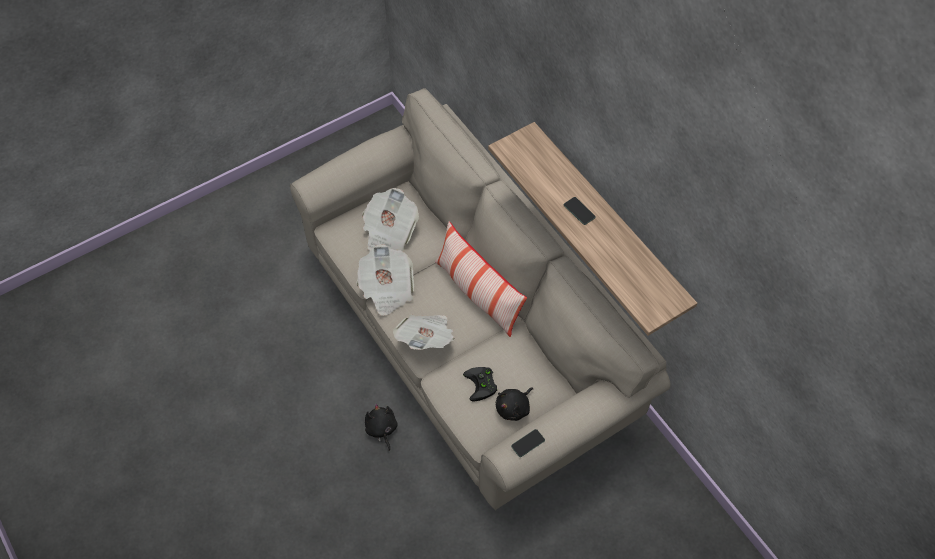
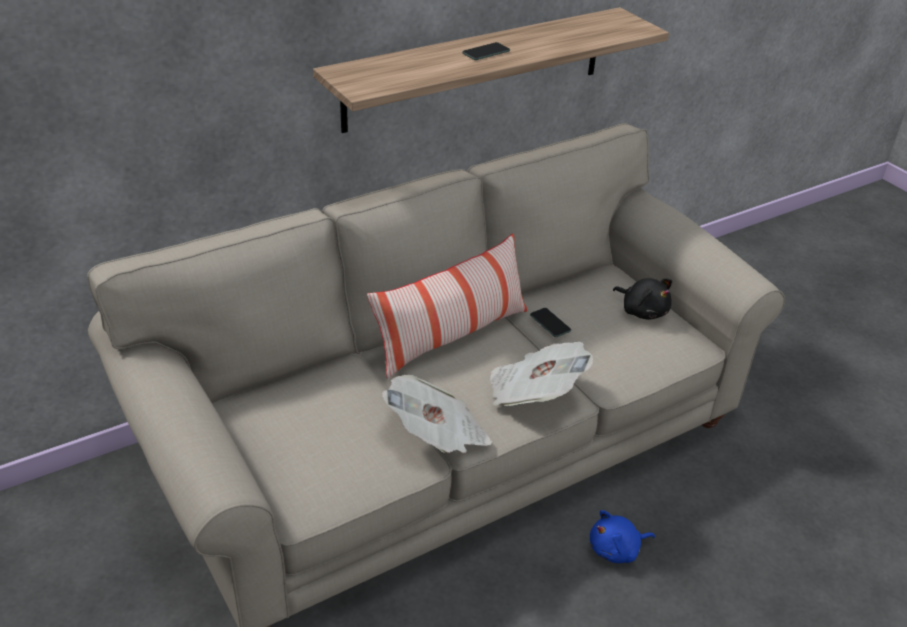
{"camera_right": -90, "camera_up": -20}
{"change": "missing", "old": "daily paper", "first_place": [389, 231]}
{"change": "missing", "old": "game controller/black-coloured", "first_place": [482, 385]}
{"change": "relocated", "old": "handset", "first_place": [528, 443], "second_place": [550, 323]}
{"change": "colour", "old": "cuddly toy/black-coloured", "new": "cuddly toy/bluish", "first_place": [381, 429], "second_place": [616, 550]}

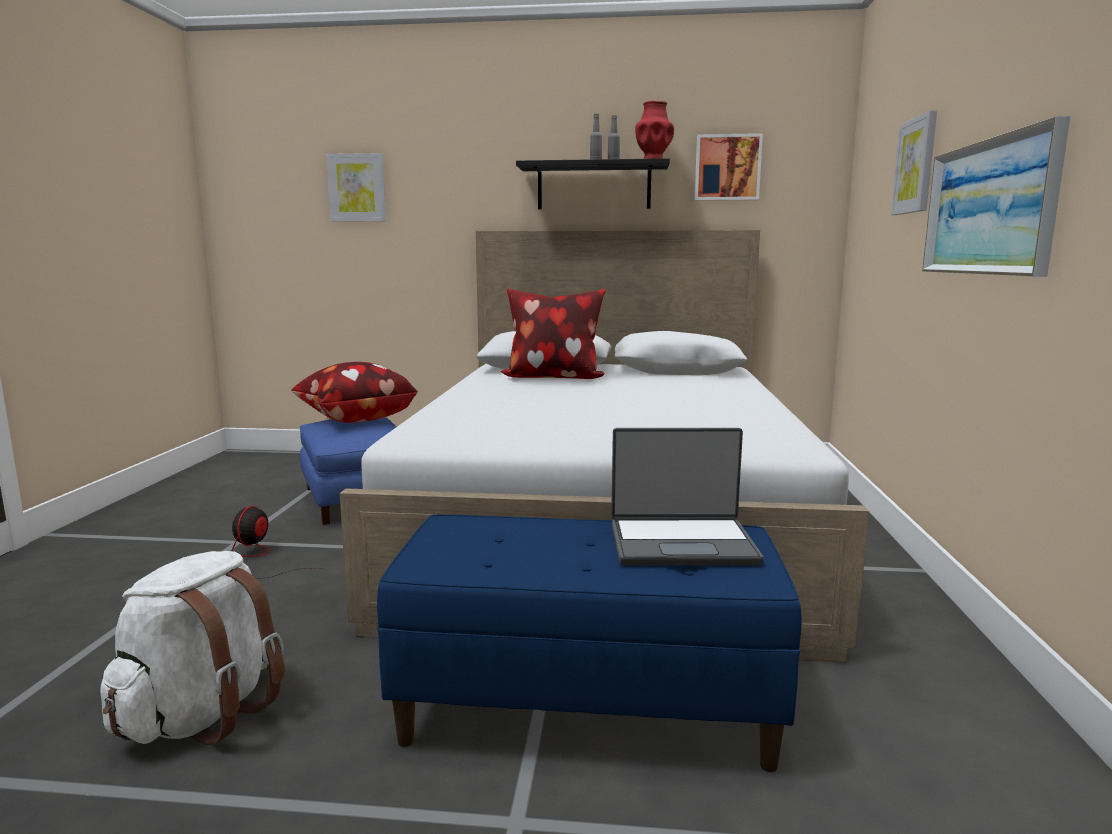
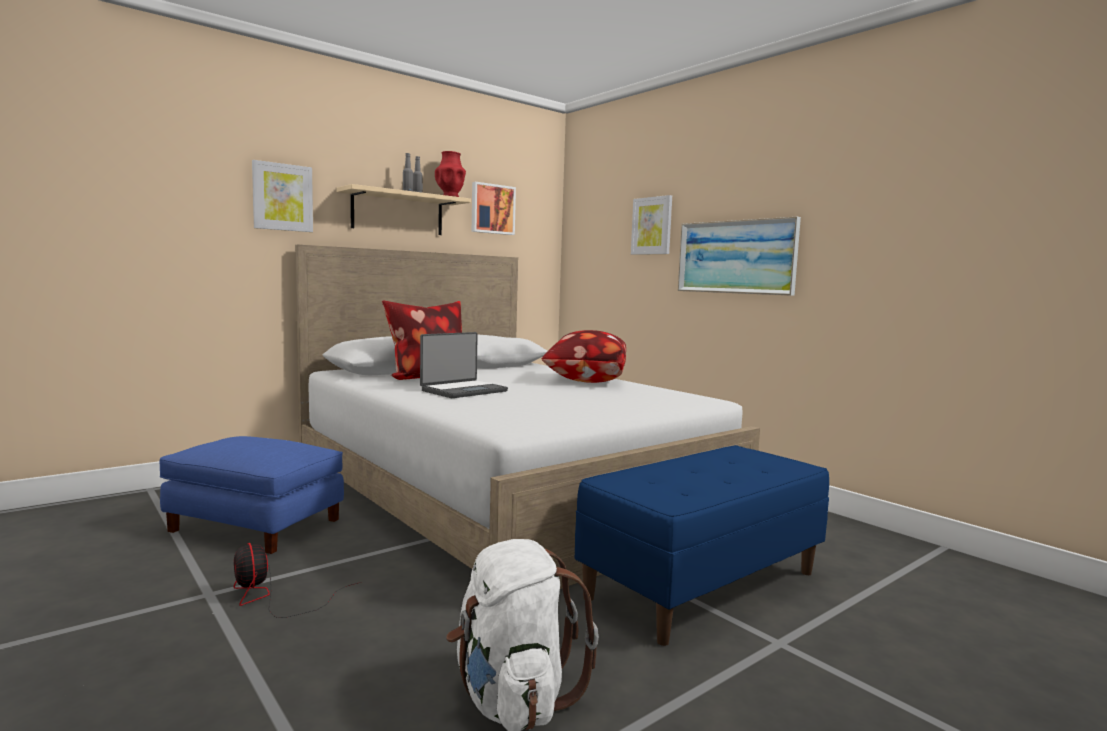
{"camera_right": -45, "camera_up": -5}
{"change": "relocated", "old": "cushion", "first_place": [355, 419], "second_place": [585, 381]}
{"change": "relocated", "old": "picture", "first_place": [357, 188], "second_place": [282, 197]}
{"change": "relocated", "old": "laptop", "first_place": [681, 543], "second_place": [463, 391]}
{"change": "colour", "old": "bracket shelf/black-coloured", "new": "bracket shelf/beige", "first_place": [594, 187], "second_place": [397, 213]}

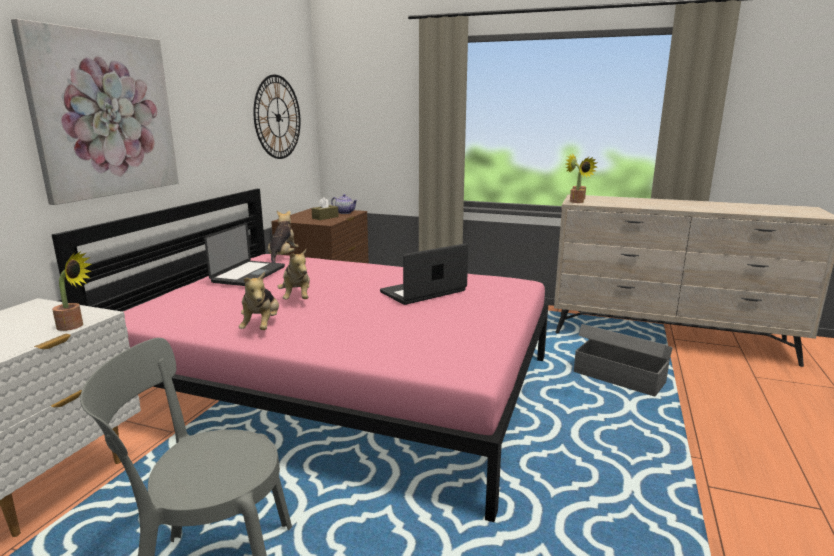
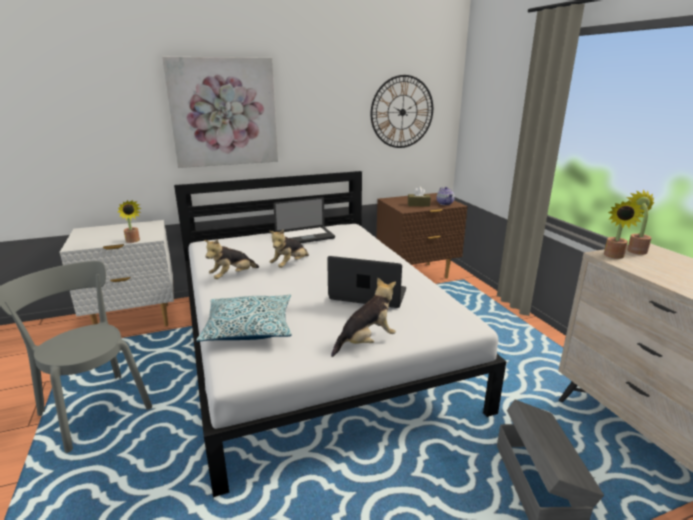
{"camera_right": 50, "camera_up": 5}
{"change": "appeared", "new": "cushion", "second_place": [249, 328]}
{"change": "relocated", "old": "cuddly toy", "first_place": [283, 257], "second_place": [366, 342]}
{"change": "colour", "old": "sleeping bed/pinkish", "new": "sleeping bed/white-coloured", "first_place": [343, 385], "second_place": [313, 344]}

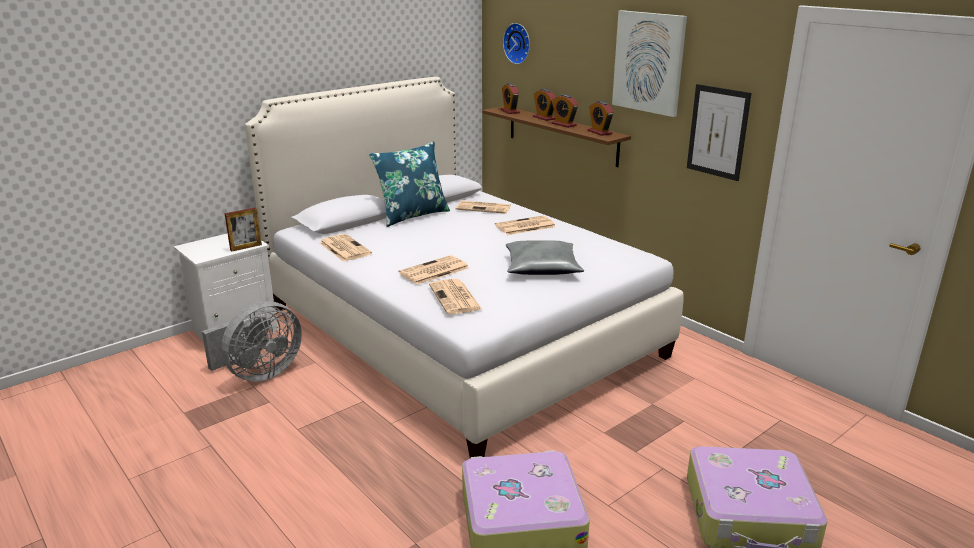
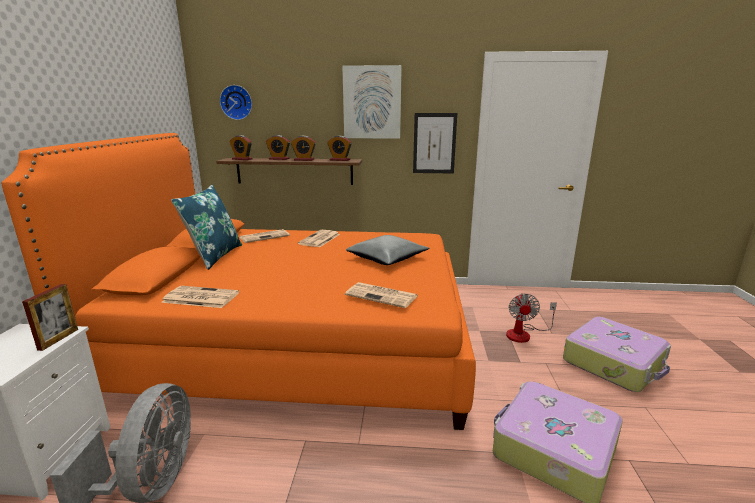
{"camera_right": -45, "camera_up": -5}
{"change": "missing", "old": "daily paper", "first_place": [433, 271]}
{"change": "appeared", "new": "fan", "second_place": [524, 334]}
{"change": "colour", "old": "sleeping bed/white-coloured", "new": "sleeping bed/orange-coloured", "first_place": [459, 331], "second_place": [297, 343]}

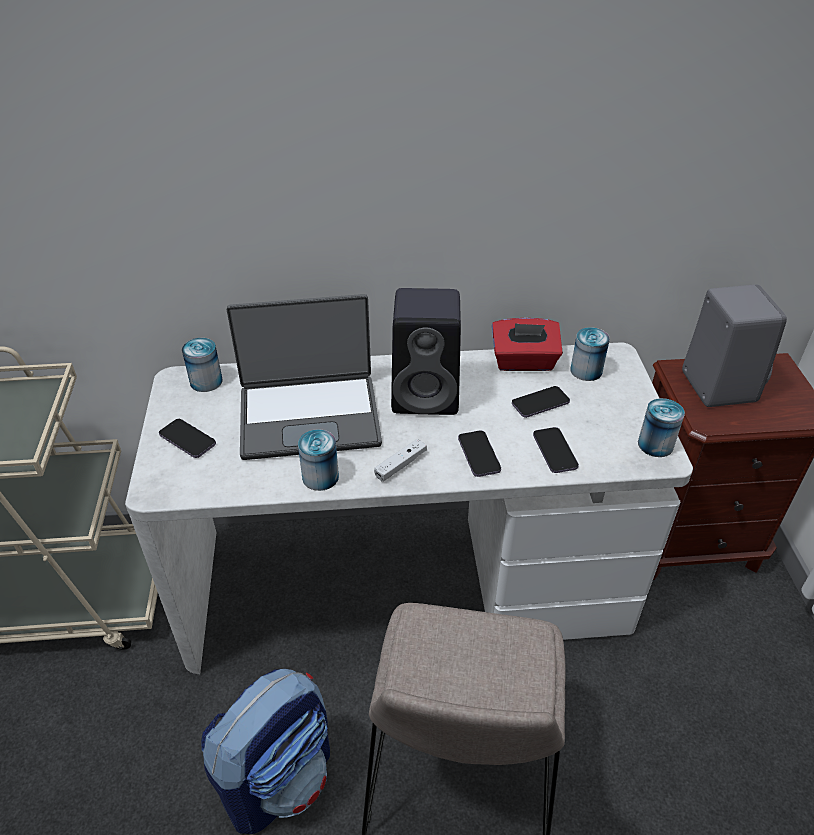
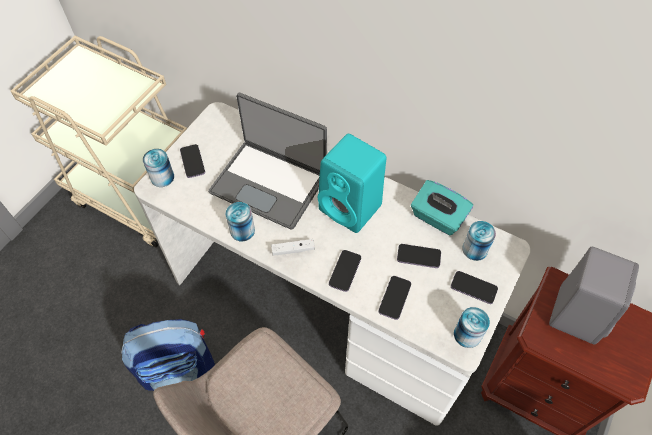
{"camera_right": 35, "camera_up": 15}
{"change": "appeared", "new": "handset", "second_place": [473, 288]}
{"change": "relocated", "old": "can", "first_place": [206, 381], "second_place": [162, 177]}
{"change": "colour", "old": "speaker/black-coloured", "new": "speaker/turquoise", "first_place": [428, 395], "second_place": [352, 208]}
{"change": "colour", "old": "tissue holder/red", "new": "tissue holder/turquoise", "first_place": [524, 362], "second_place": [437, 218]}

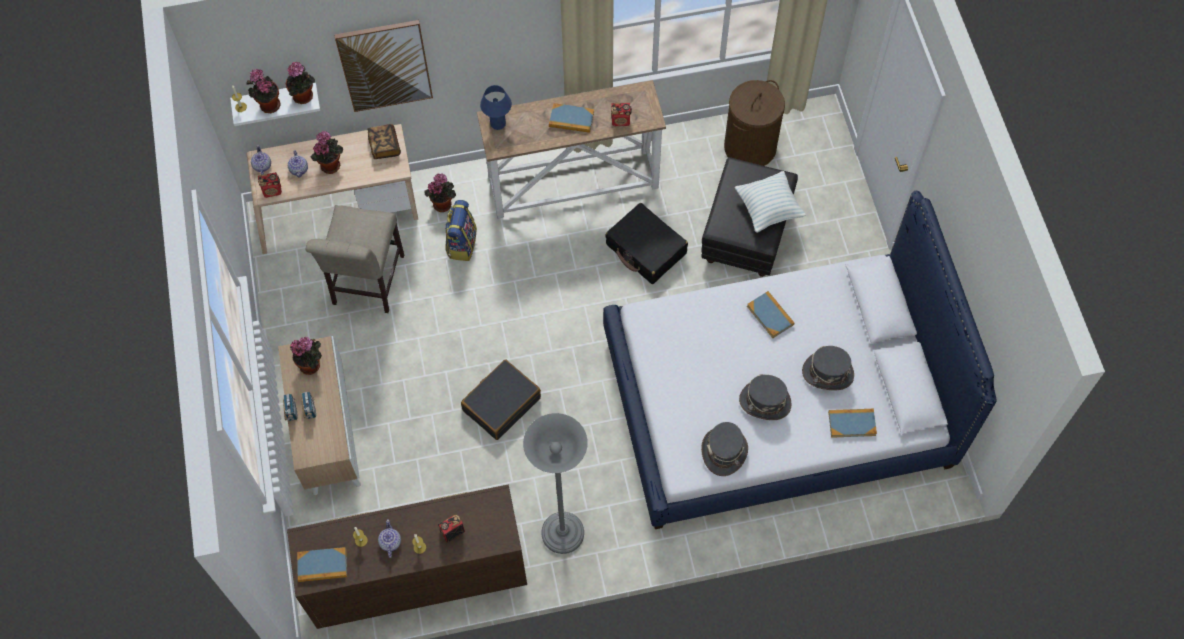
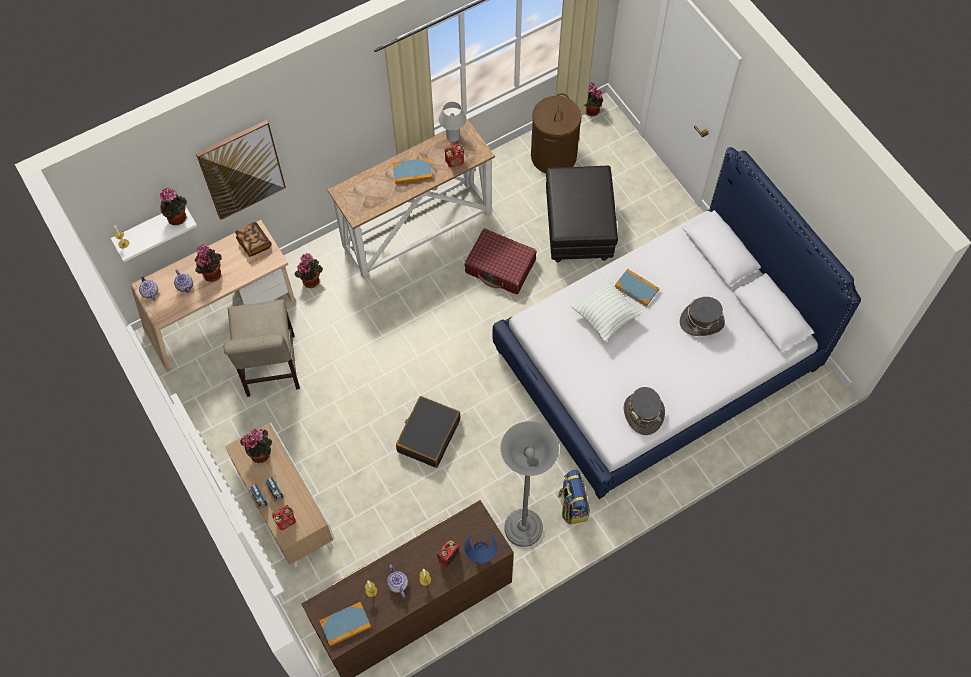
{"camera_right": -20, "camera_up": 0}
{"change": "missing", "old": "wearable hat/greyish", "first_place": [765, 402]}
{"change": "missing", "old": "bound book", "first_place": [851, 423]}
{"change": "appeared", "new": "lamp for a table/white-coloured", "second_place": [453, 137]}
{"change": "relocated", "old": "houseplant", "first_place": [268, 104], "second_place": [590, 110]}
{"change": "relocated", "old": "radio set", "first_place": [272, 191], "second_place": [286, 521]}
{"change": "relocated", "old": "rucksack", "first_place": [461, 243], "second_place": [572, 505]}
{"change": "relocated", "old": "lamp for a table/bluish", "first_place": [498, 124], "second_place": [481, 557]}
{"change": "relocated", "old": "cushion", "first_place": [768, 209], "second_place": [605, 316]}
{"change": "colour", "old": "travel case/black-coloured", "new": "travel case/red", "first_place": [646, 249], "second_place": [500, 267]}

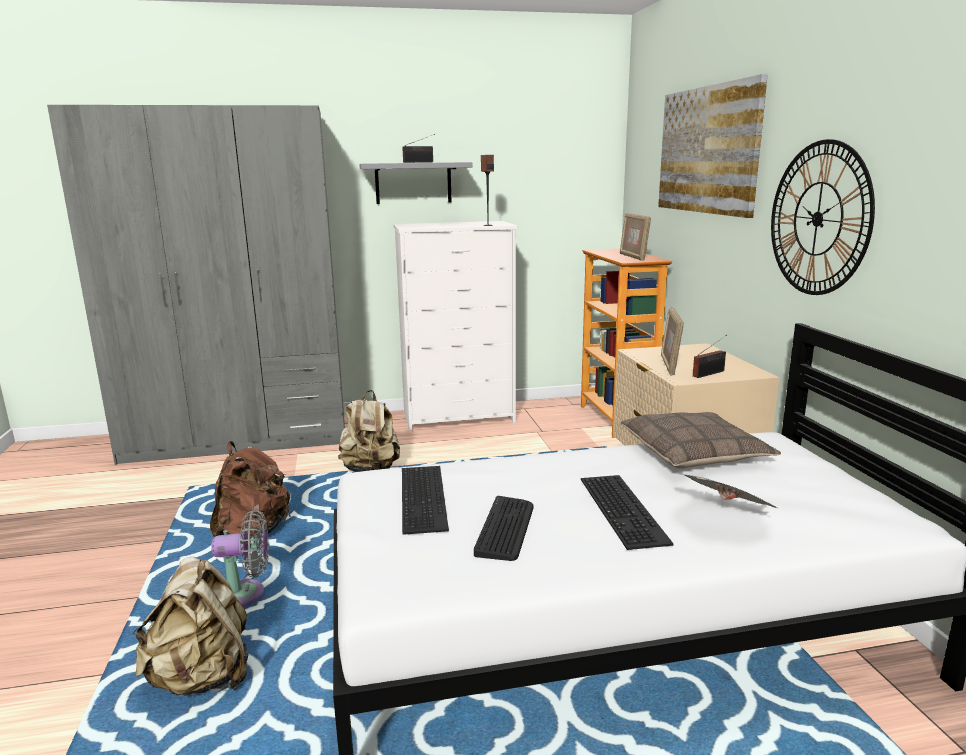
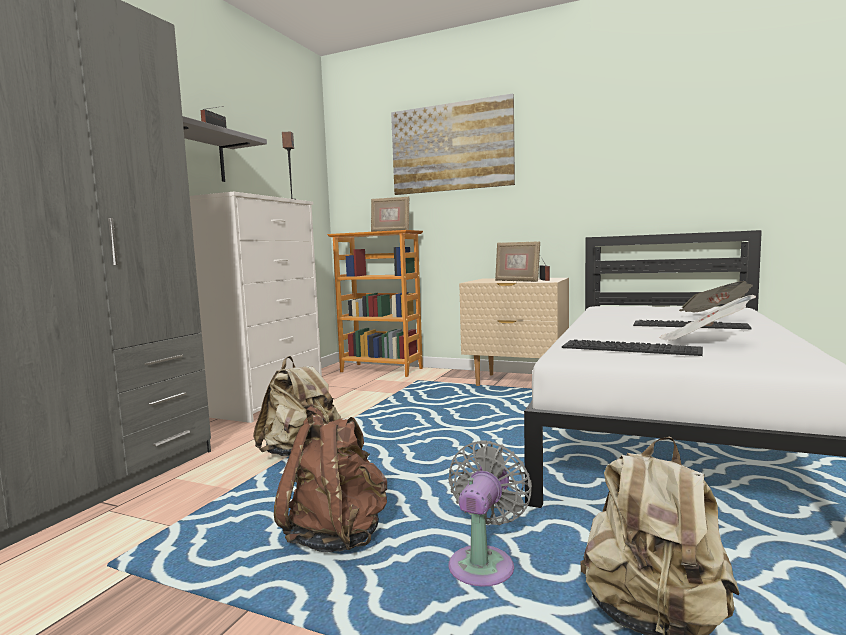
{"camera_right": -55, "camera_up": -10}
{"change": "missing", "old": "cushion", "first_place": [695, 453]}
{"change": "missing", "old": "wall clock", "first_place": [818, 219]}
{"change": "exchanged", "old": "keyboard", "new": "daily paper", "first_place": [505, 528], "second_place": [703, 341]}

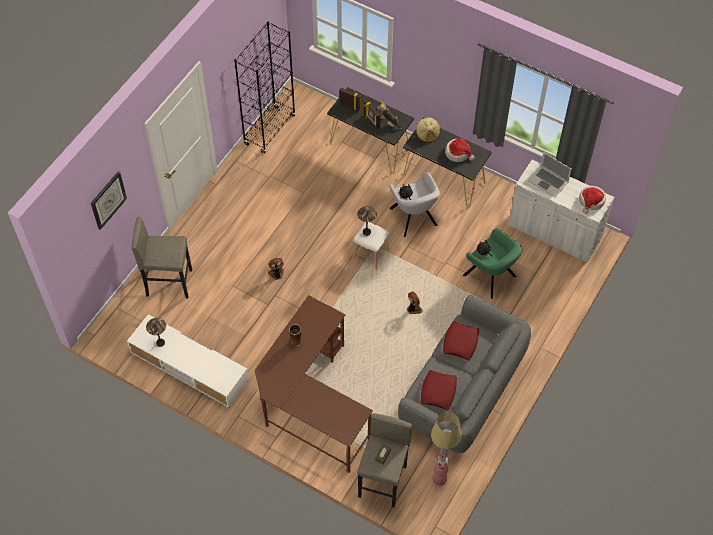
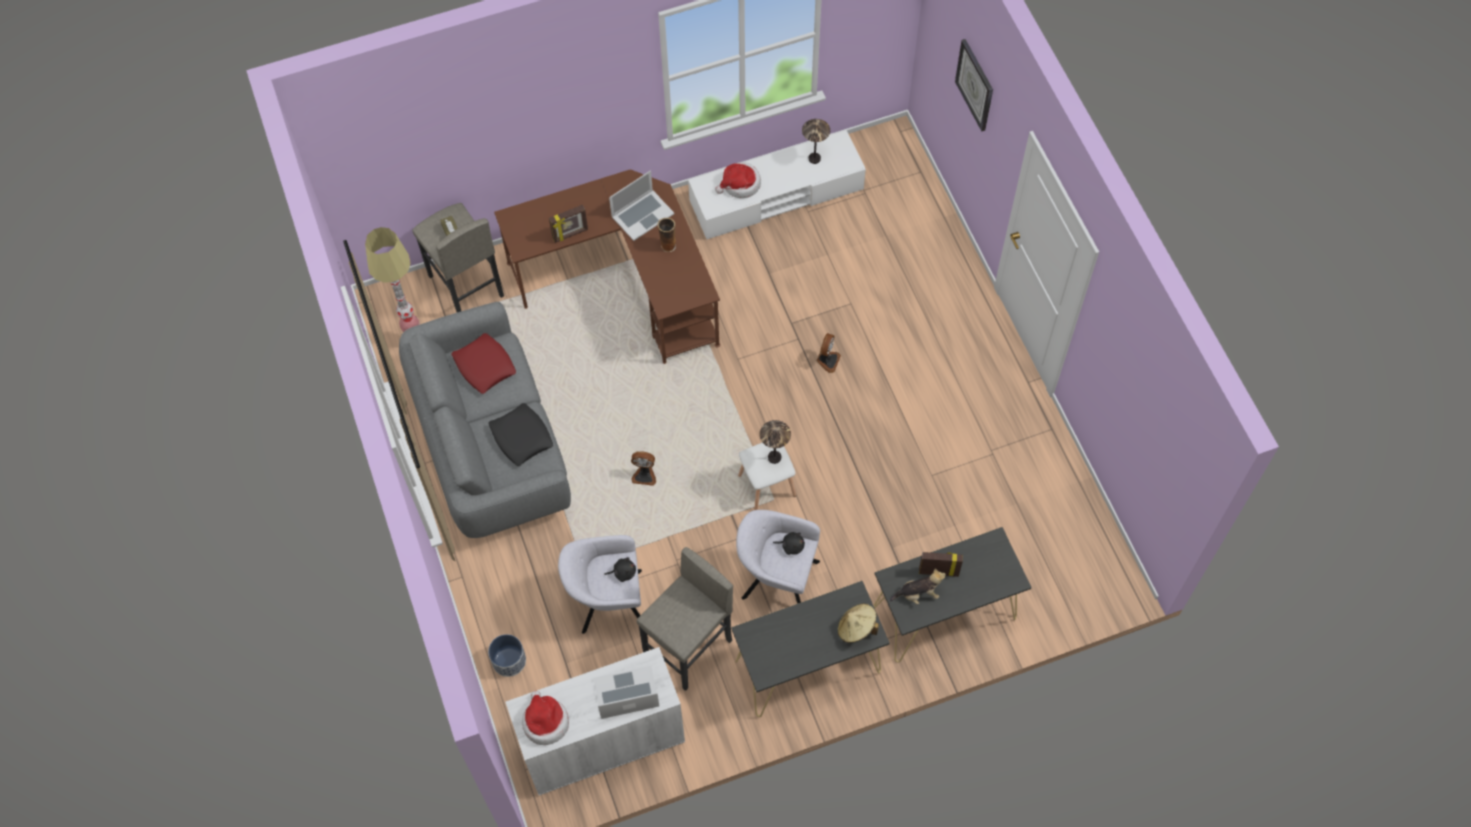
{"camera_right": 130, "camera_up": 5}
{"change": "missing", "old": "shelving unit/black-coloured", "first_place": [269, 130]}
{"change": "appeared", "new": "plant pot", "second_place": [509, 660]}
{"change": "appeared", "new": "laptop", "second_place": [642, 215]}
{"change": "relocated", "old": "sitting stool/greyish", "first_place": [169, 282], "second_place": [689, 648]}
{"change": "relocated", "old": "picture frame", "first_place": [350, 106], "second_place": [570, 234]}
{"change": "relocated", "old": "wearable hat", "first_place": [458, 153], "second_place": [740, 184]}
{"change": "colour", "old": "cushion/red", "new": "cushion/black-coloured", "first_place": [460, 343], "second_place": [521, 437]}
{"change": "colour", "old": "armchair/green", "new": "armchair/greyish", "first_place": [491, 277], "second_place": [607, 601]}

